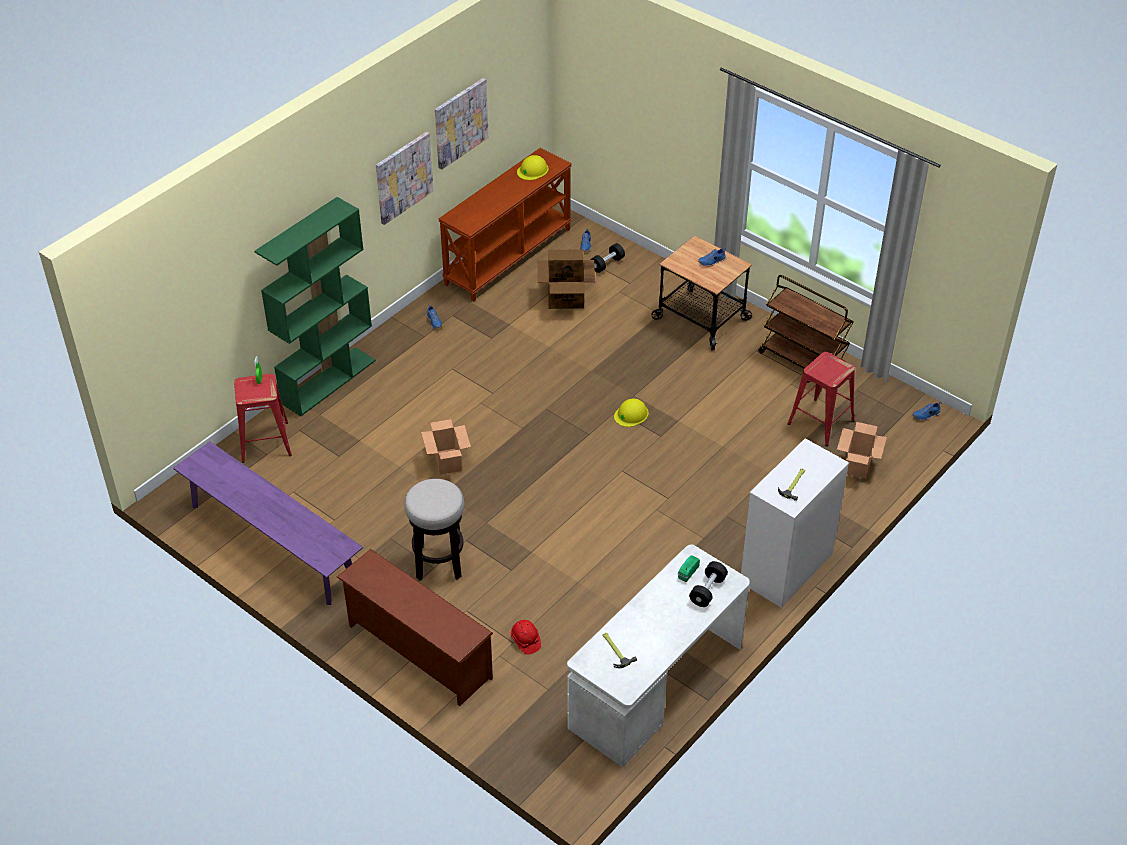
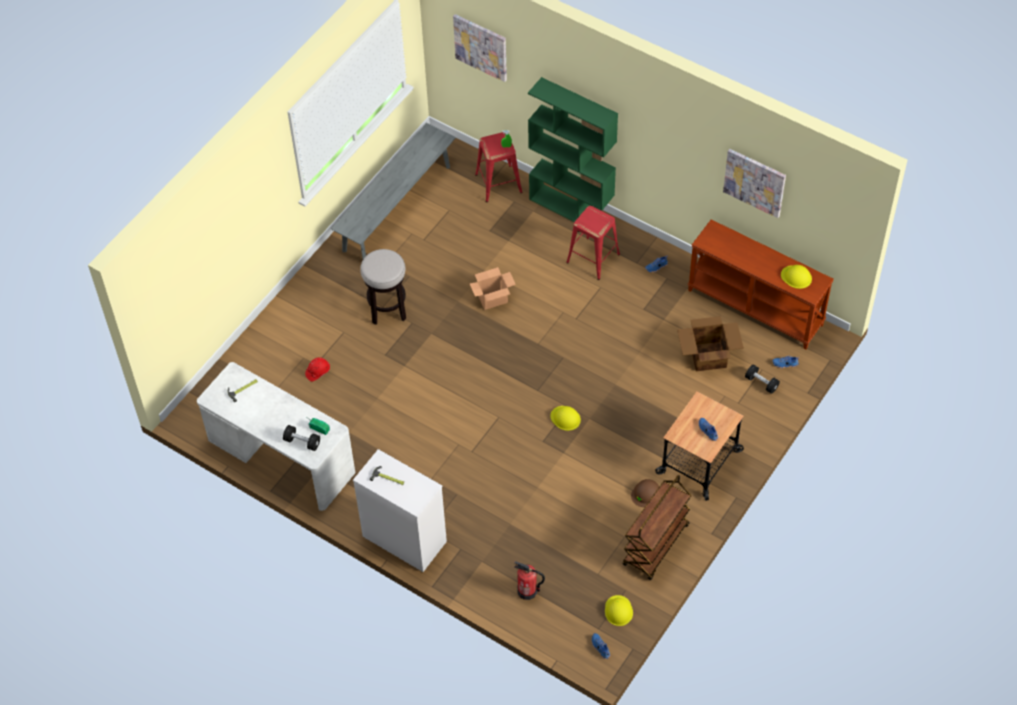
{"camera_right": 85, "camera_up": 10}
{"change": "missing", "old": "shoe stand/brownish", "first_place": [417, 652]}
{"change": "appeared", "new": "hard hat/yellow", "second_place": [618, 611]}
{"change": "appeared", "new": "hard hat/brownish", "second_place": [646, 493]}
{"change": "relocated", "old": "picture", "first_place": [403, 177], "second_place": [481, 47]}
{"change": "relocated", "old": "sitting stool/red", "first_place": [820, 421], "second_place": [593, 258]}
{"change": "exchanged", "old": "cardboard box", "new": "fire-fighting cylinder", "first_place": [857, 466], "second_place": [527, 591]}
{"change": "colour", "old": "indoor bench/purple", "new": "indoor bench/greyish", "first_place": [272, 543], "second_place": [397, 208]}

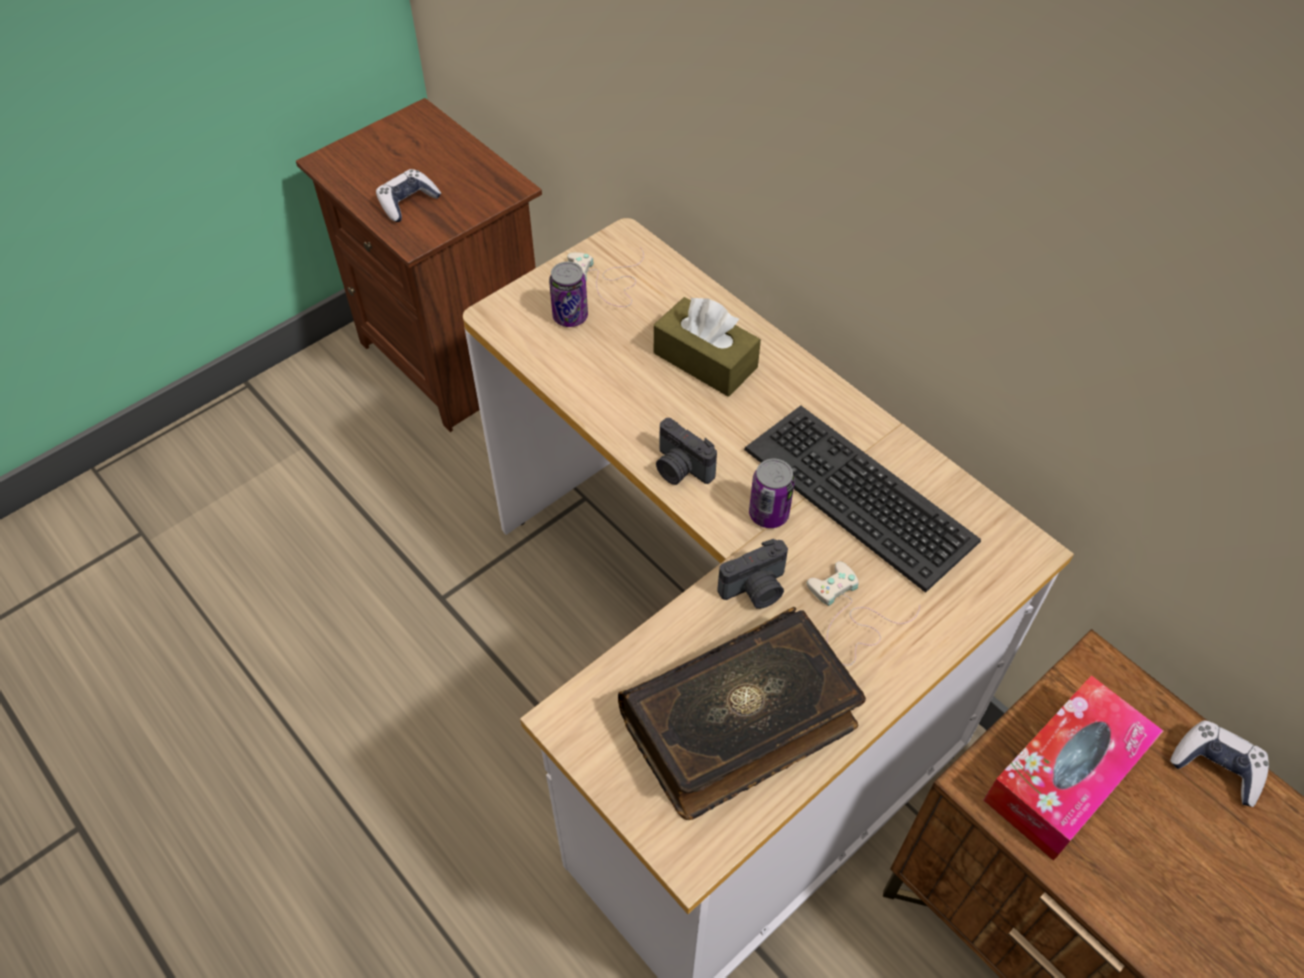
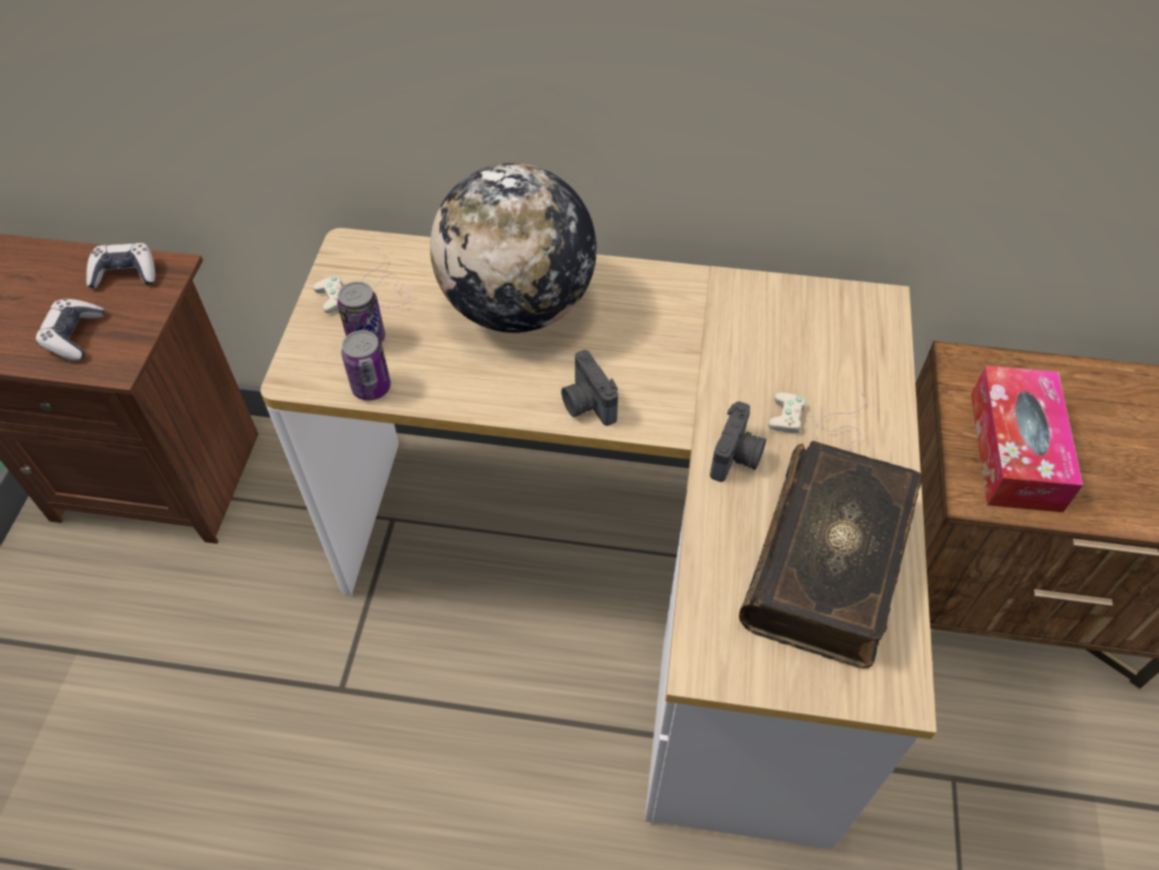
{"camera_right": -40, "camera_up": 0}
{"change": "missing", "old": "keyboard", "first_place": [860, 494]}
{"change": "relocated", "old": "can", "first_place": [768, 514], "second_place": [371, 387]}
{"change": "relocated", "old": "game controller", "first_place": [1216, 767], "second_place": [125, 274]}
{"change": "exchanged", "old": "tissue holder/brownish", "new": "globe", "first_place": [705, 360], "second_place": [518, 307]}
{"change": "spun", "old": "still camera", "first_place": [680, 469], "second_place": [586, 404], "degrees": 60}

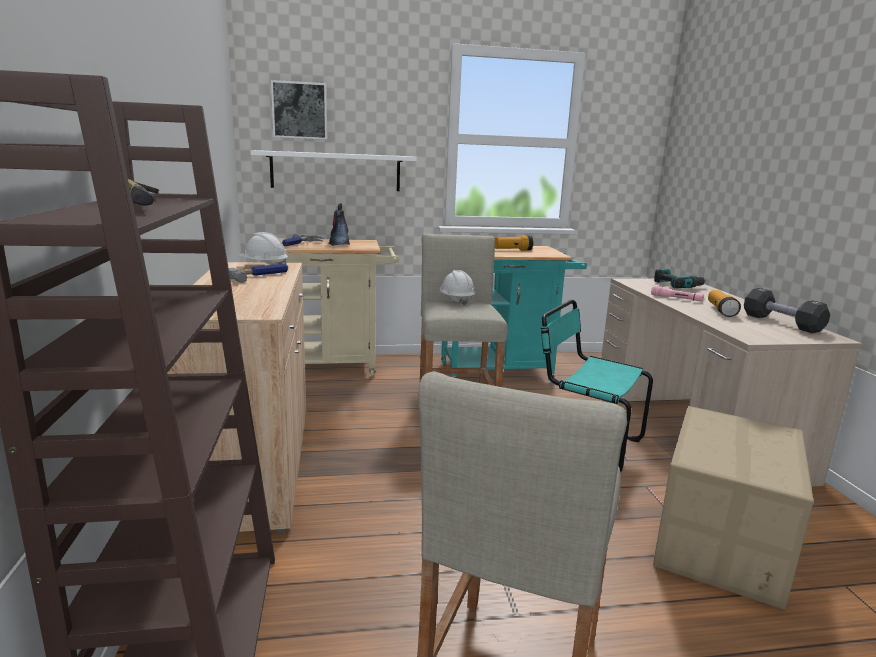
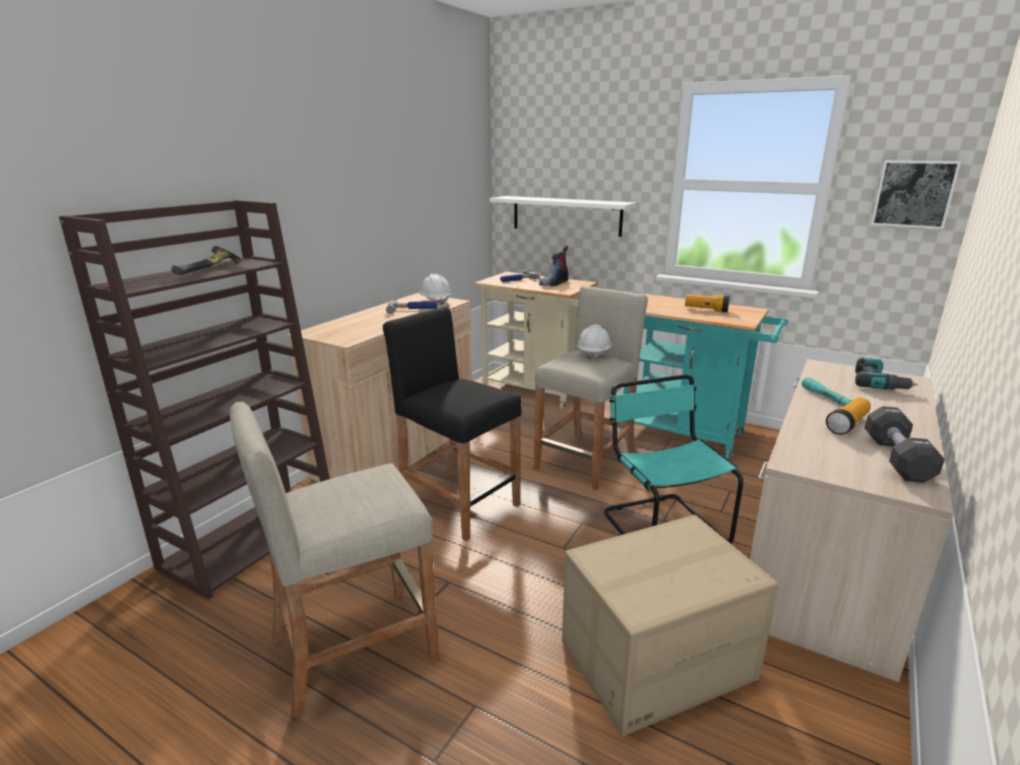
{"camera_right": 40, "camera_up": 5}
{"change": "appeared", "new": "sitting stool/black-coloured", "second_place": [458, 503]}
{"change": "relocated", "old": "picture", "first_place": [299, 110], "second_place": [913, 194]}
{"change": "colour", "old": "flashlight/pinkish", "new": "flashlight/turquoise", "first_place": [676, 298], "second_place": [826, 398]}

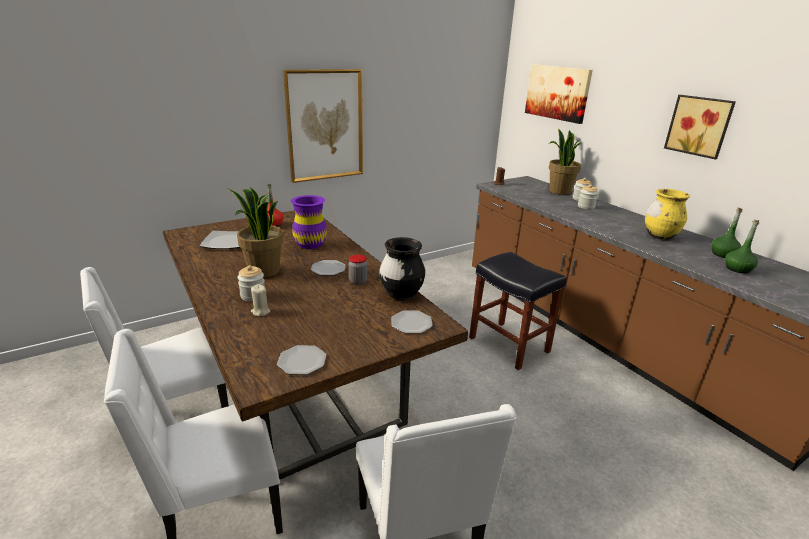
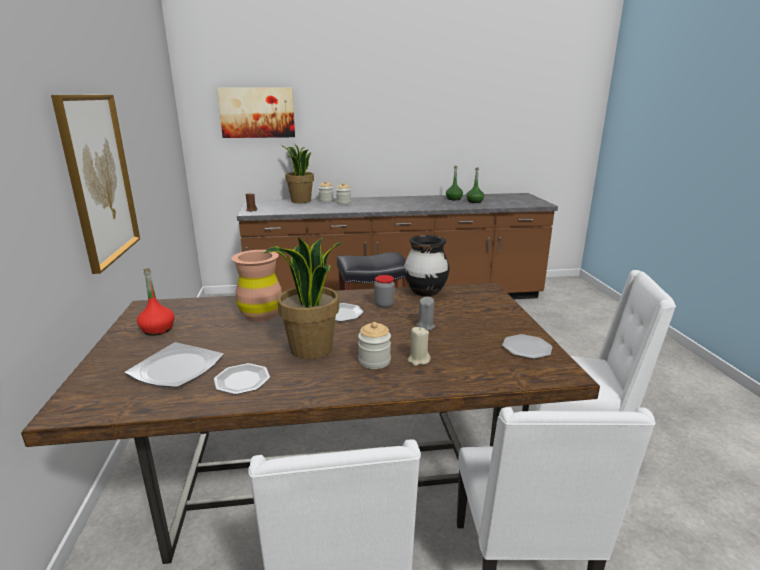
{"camera_right": -65, "camera_up": -5}
{"change": "missing", "old": "flower vase/yellow", "first_place": [660, 236]}
{"change": "missing", "old": "picture", "first_place": [699, 126]}
{"change": "appeared", "new": "wax light/greyish", "second_place": [425, 326]}
{"change": "relocated", "old": "dinner plate", "first_place": [411, 323], "second_place": [243, 380]}
{"change": "colour", "old": "flower vase/purple", "new": "flower vase/brownish", "first_place": [310, 244], "second_place": [261, 314]}

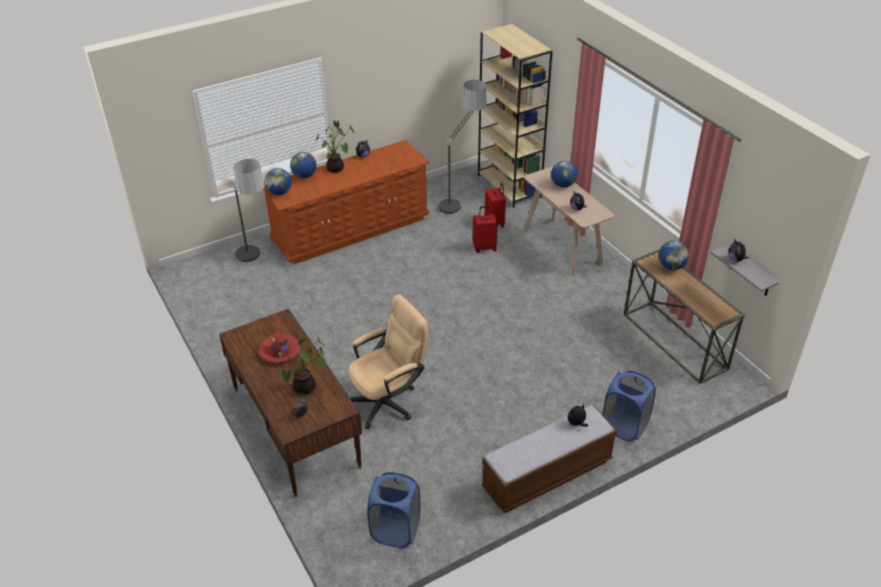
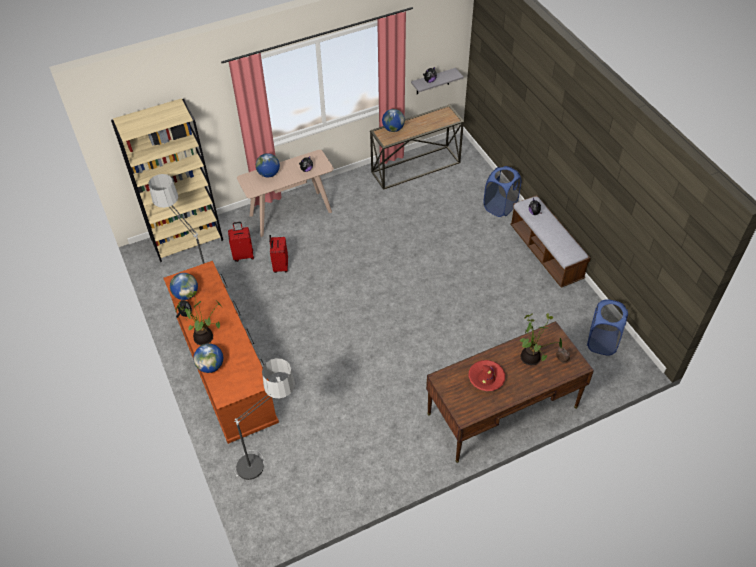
{"camera_right": -85, "camera_up": 10}
{"change": "missing", "old": "desk chair/beige", "first_place": [389, 400]}
{"change": "relocated", "old": "globe", "first_place": [279, 192], "second_place": [186, 294]}

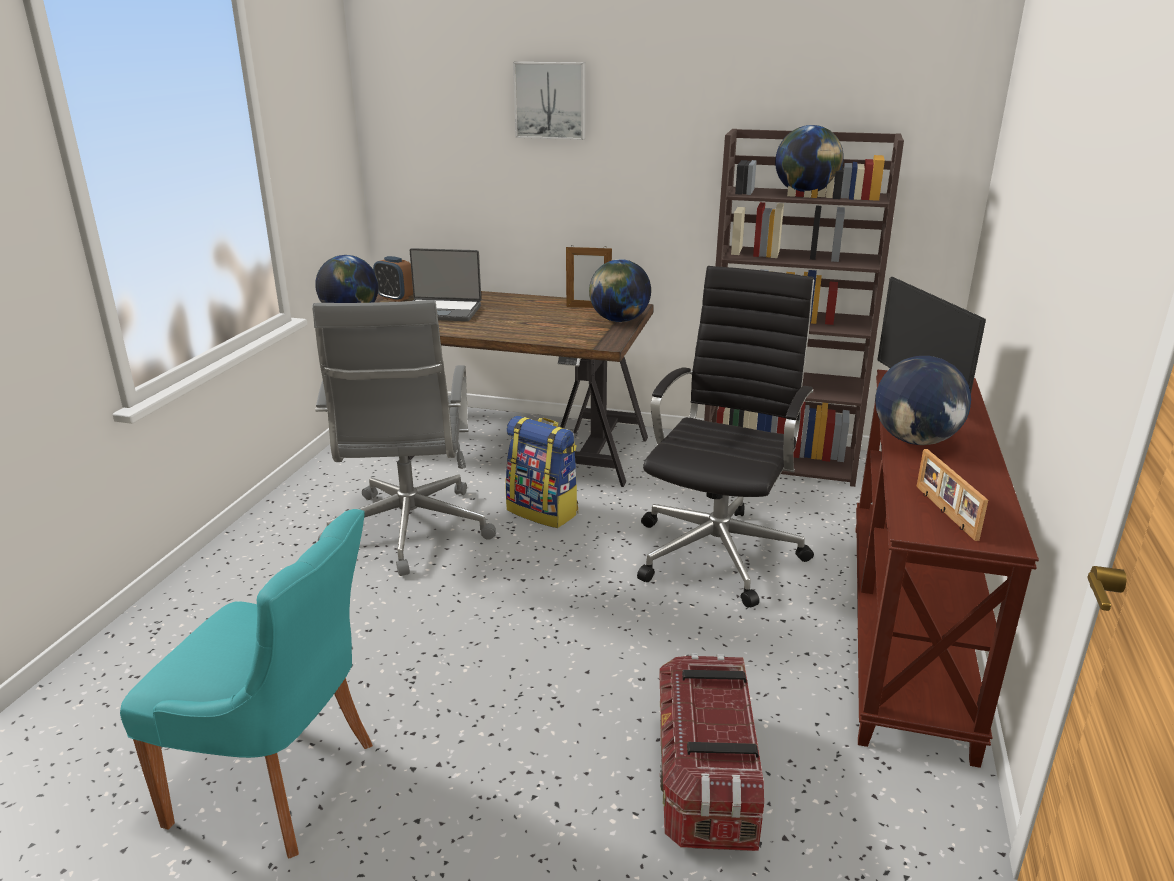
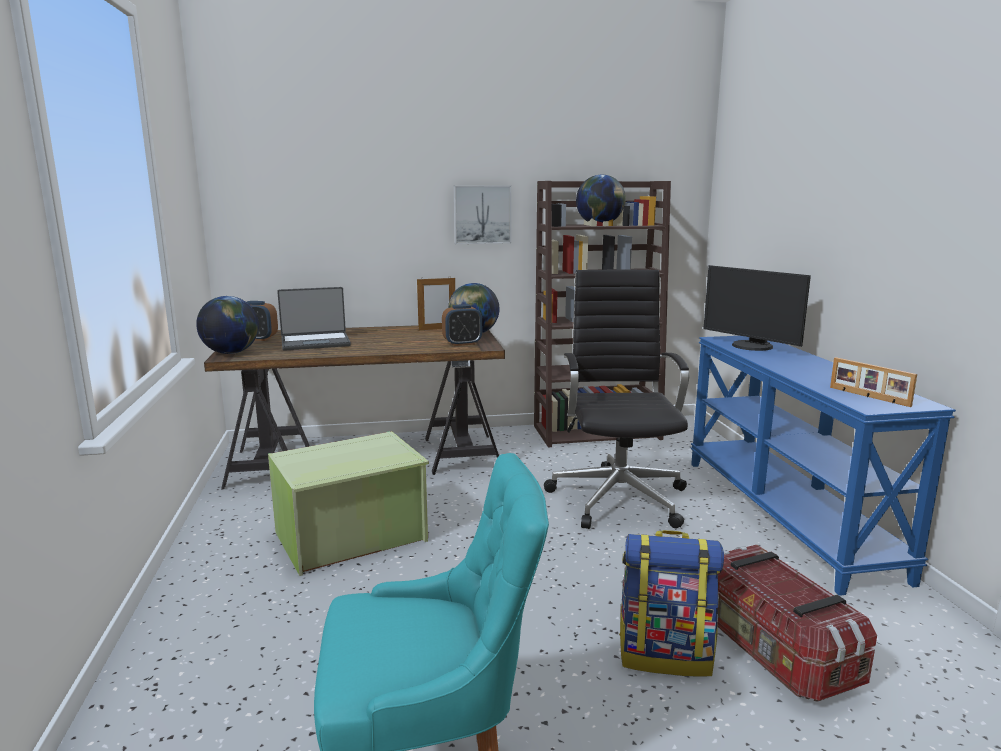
{"camera_right": -25, "camera_up": -10}
{"change": "missing", "old": "globe", "first_place": [915, 441]}
{"change": "appeared", "new": "bedside clock", "second_place": [462, 343]}
{"change": "relocated", "old": "rucksack", "first_place": [544, 511], "second_place": [665, 655]}
{"change": "relocated", "old": "picture", "first_place": [550, 100], "second_place": [482, 214]}
{"change": "exchanged", "old": "desk chair/greyish", "new": "storage bin/green", "first_place": [409, 532], "second_place": [352, 537]}
{"change": "colour", "old": "hall table/brownish", "new": "hall table/bluish", "first_place": [908, 627], "second_place": [787, 515]}

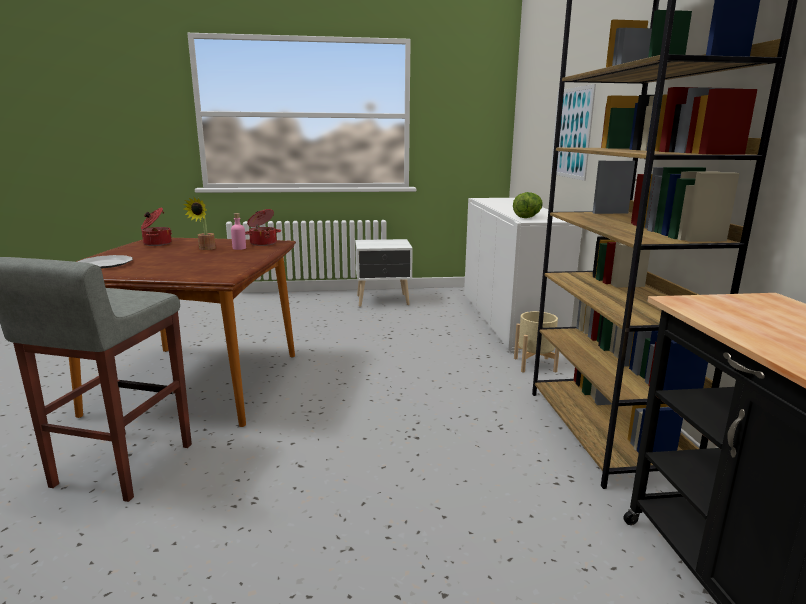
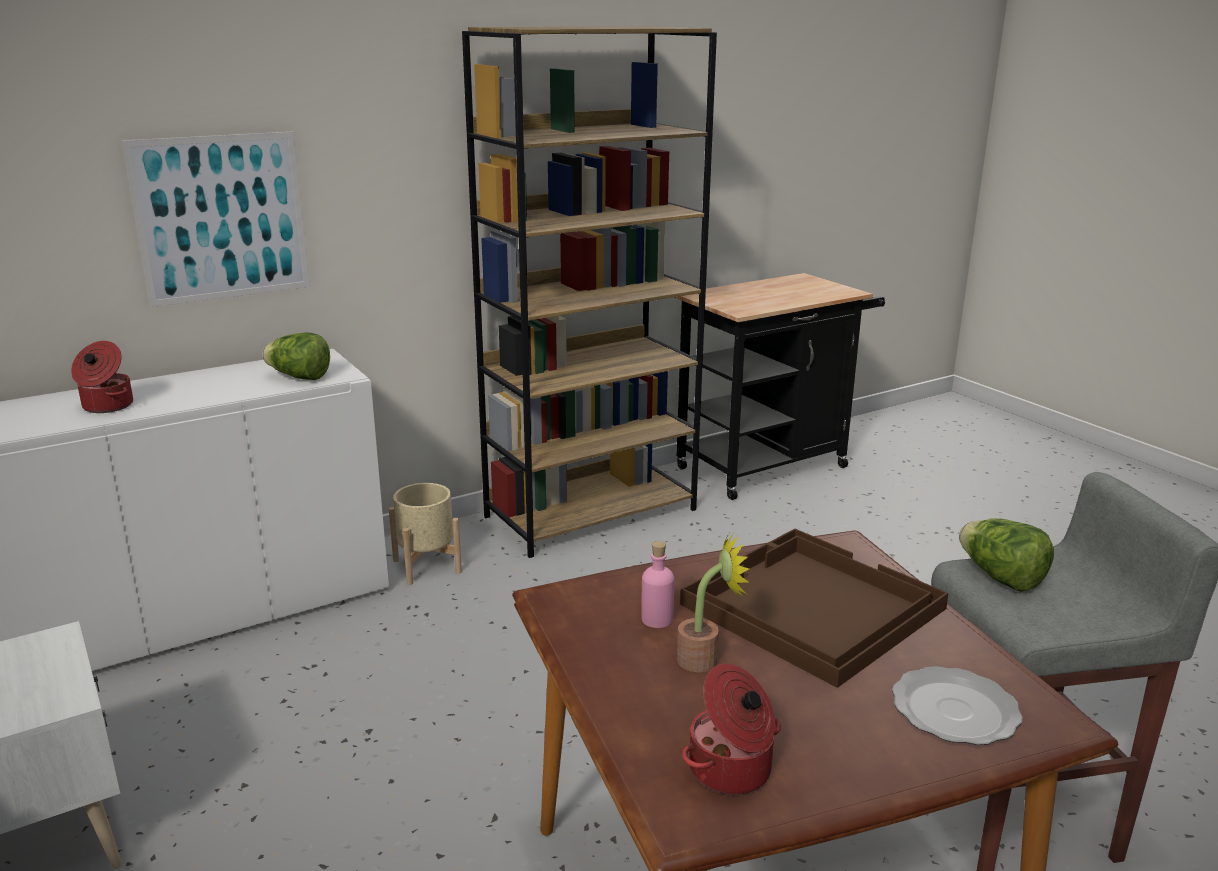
{"camera_right": -115, "camera_up": 5}
{"change": "appeared", "new": "serving tray/brownish", "second_place": [809, 606]}
{"change": "appeared", "new": "lettuce", "second_place": [1000, 578]}
{"change": "relocated", "old": "saucepot", "first_place": [263, 243], "second_place": [106, 406]}

